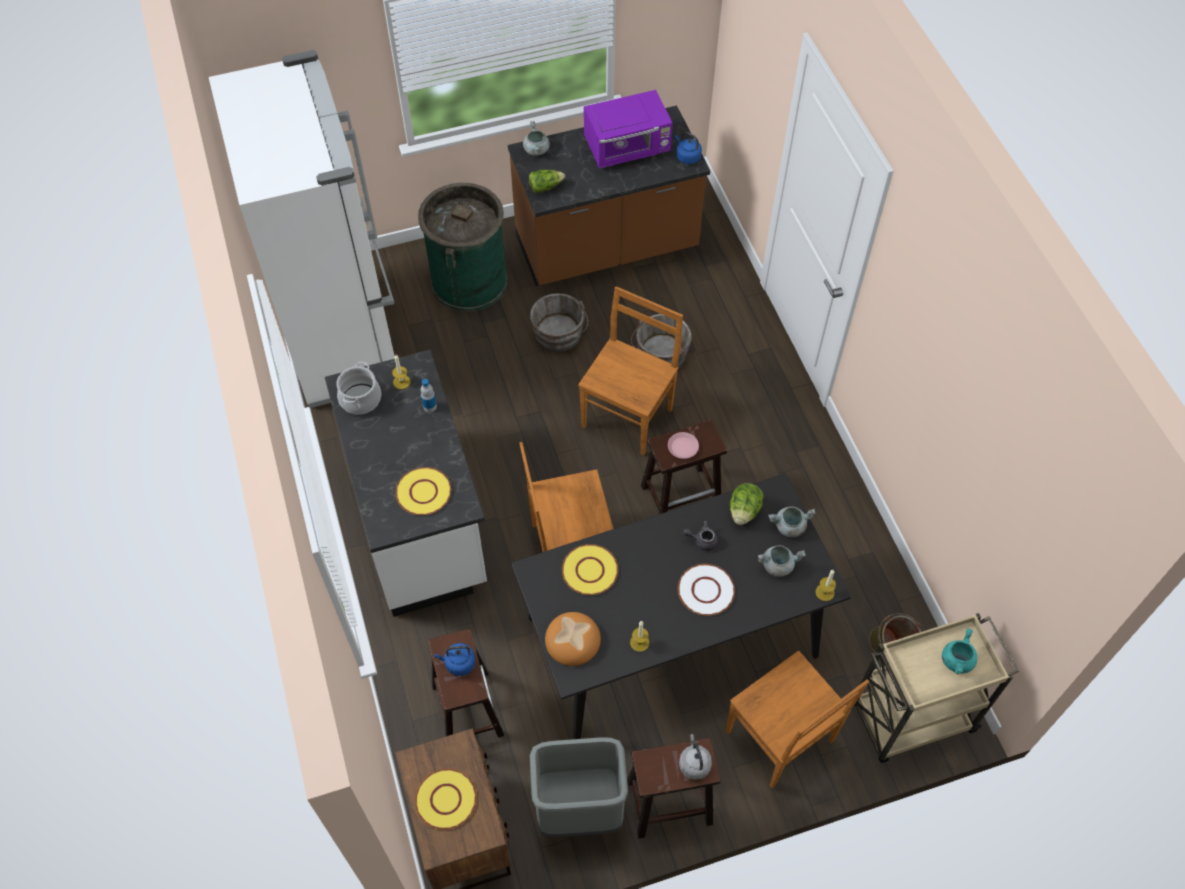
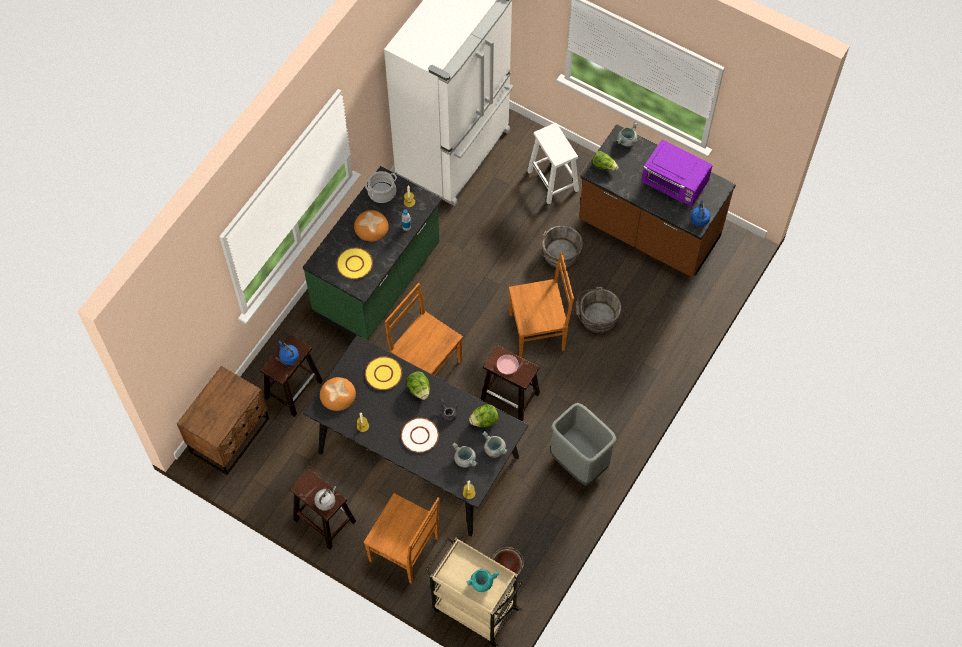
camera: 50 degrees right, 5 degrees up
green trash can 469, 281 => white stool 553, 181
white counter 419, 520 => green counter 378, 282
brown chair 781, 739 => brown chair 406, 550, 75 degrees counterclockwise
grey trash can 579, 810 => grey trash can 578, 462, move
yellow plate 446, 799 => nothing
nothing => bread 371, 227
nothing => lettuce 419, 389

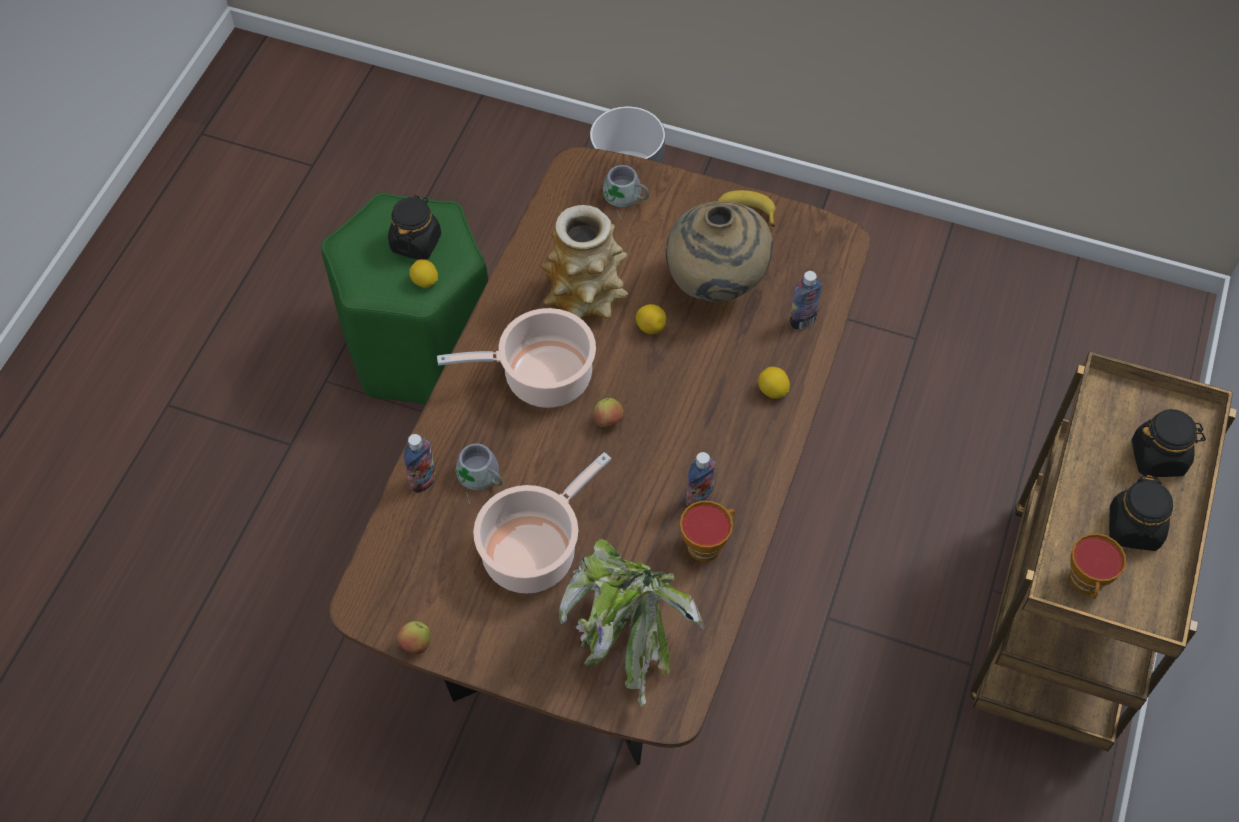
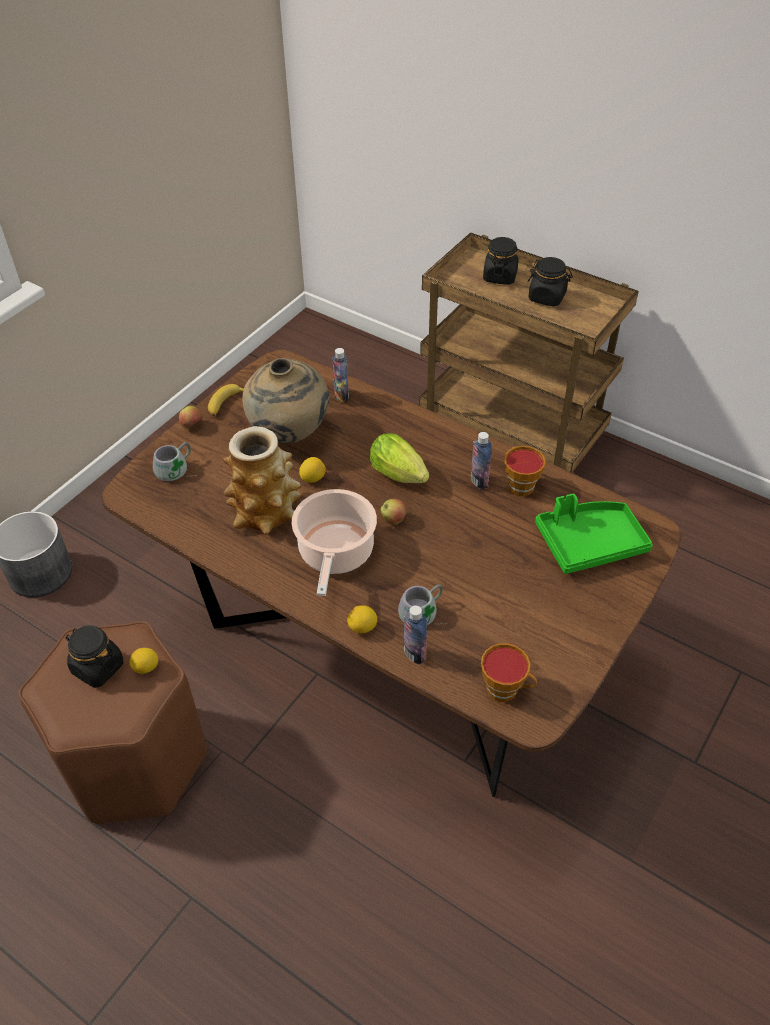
camera: 75 degrees left, 10 degrees down
green stool 421, 347 => brown stool 134, 761
lemon 772, 391 => lemon 362, 627, move
cooking pot 534, 551 => nothing
cup 1087, 583 => cup 506, 689, move
potted plant 629, 636 => green tray 589, 543
apple 416, 644 => apple 192, 426, move
nothing => lettuce 401, 476

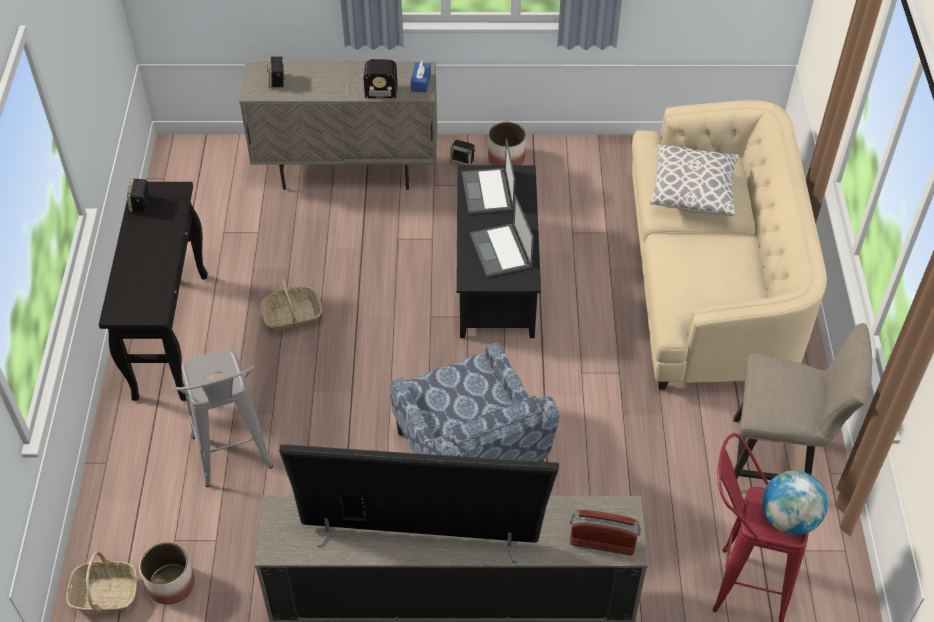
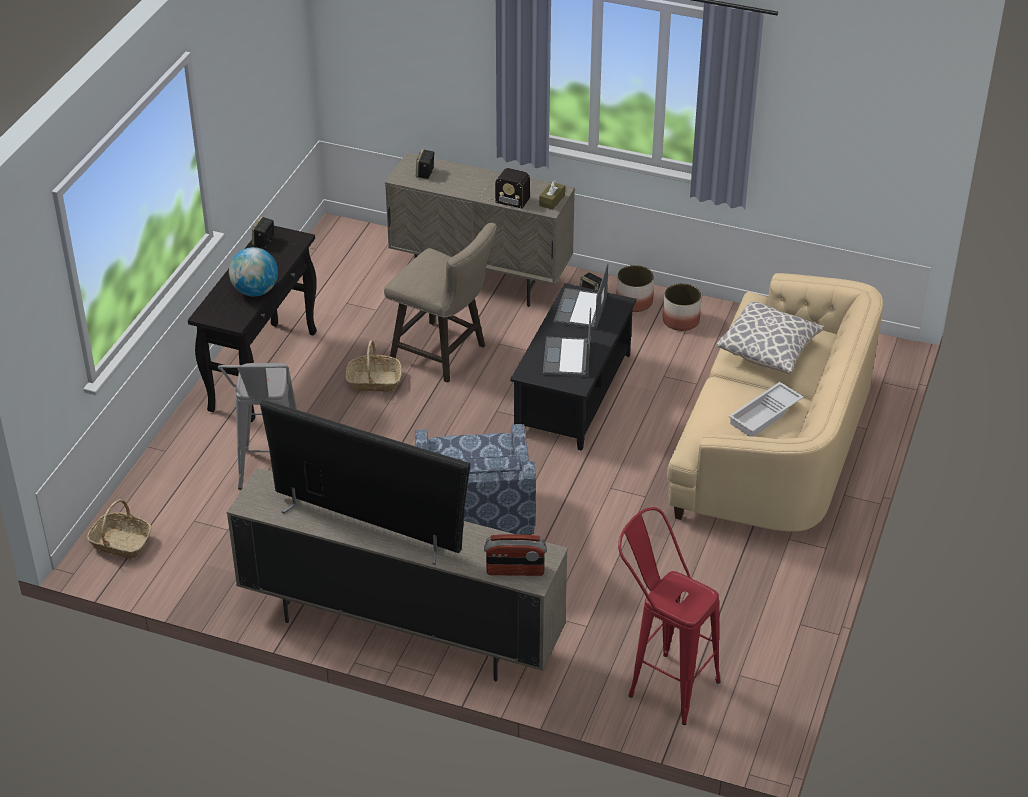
camera: 20 degrees right, 10 degrees down
blue tissue box 421, 82 => brown tissue box 552, 200
beige stool 777, 462 => beige stool 444, 355, move
globe 789, 519 => globe 255, 291, move
radio 602, 542 => radio 515, 570, 150 degrees clockwise
planter 171, 583 => planter 681, 320, move
nothing => white tray 765, 415

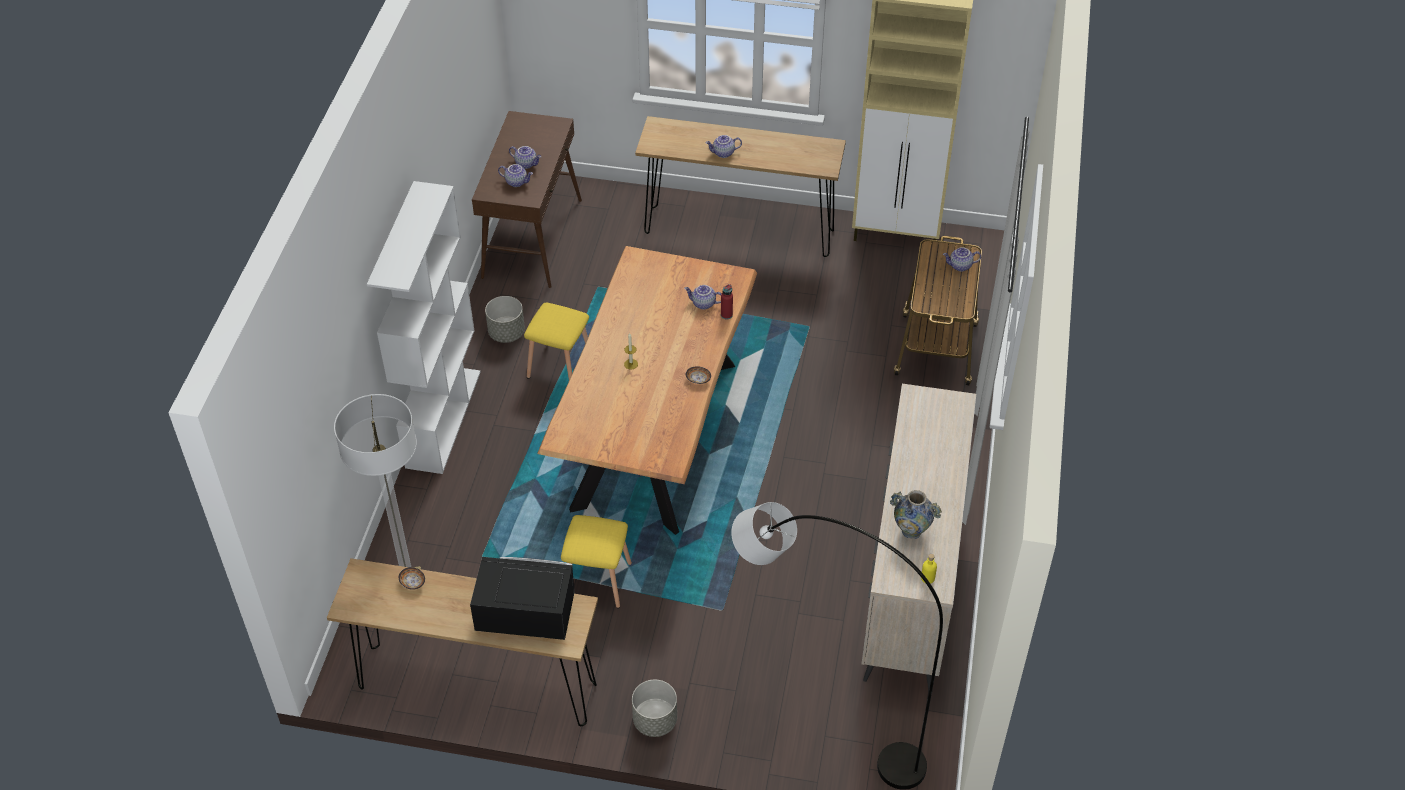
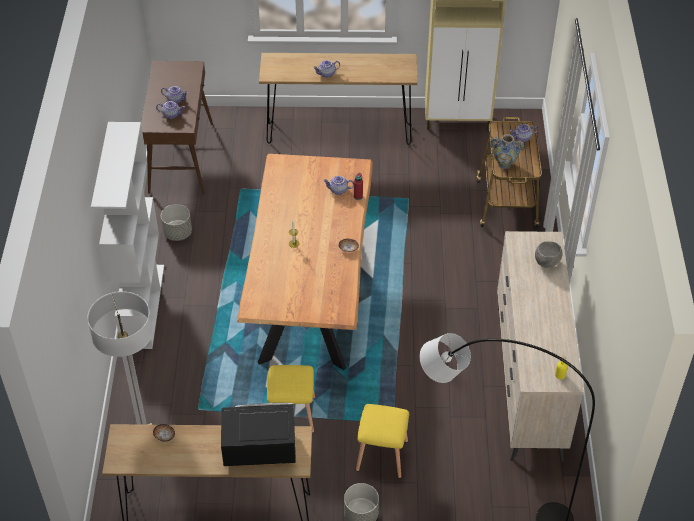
camera: 10 degrees left, 0 degrees up
yellow stool 560, 366 => yellow stool 381, 454, move
vase 911, 531 => vase 504, 164, move
nothing => grey bowl 546, 262

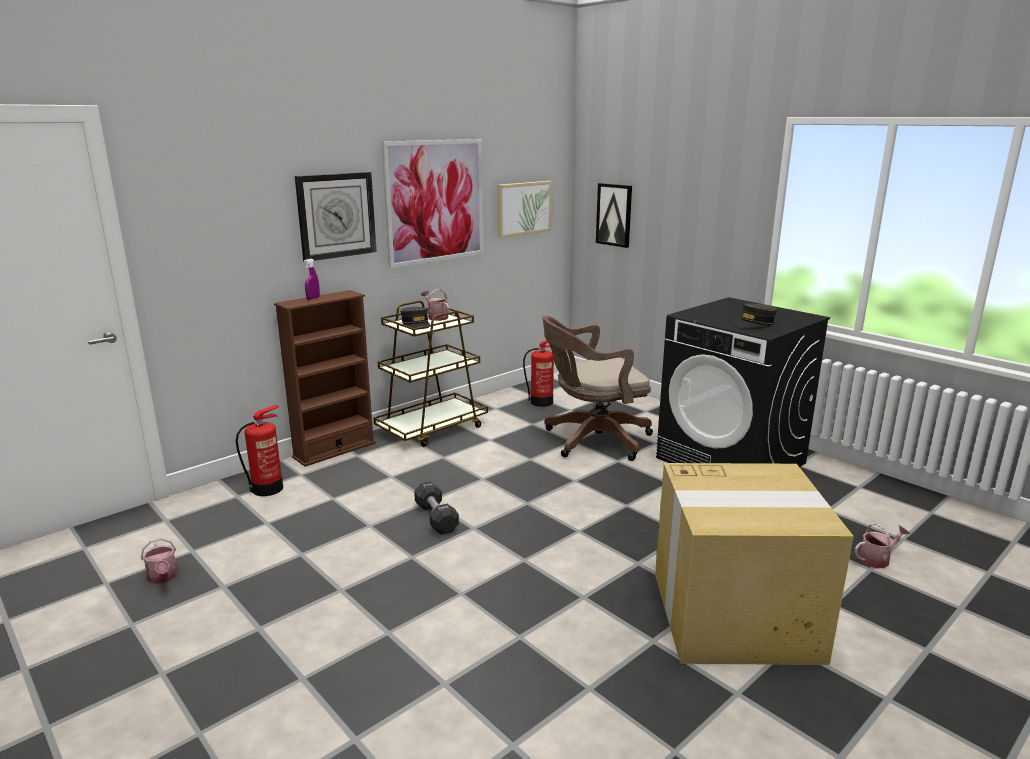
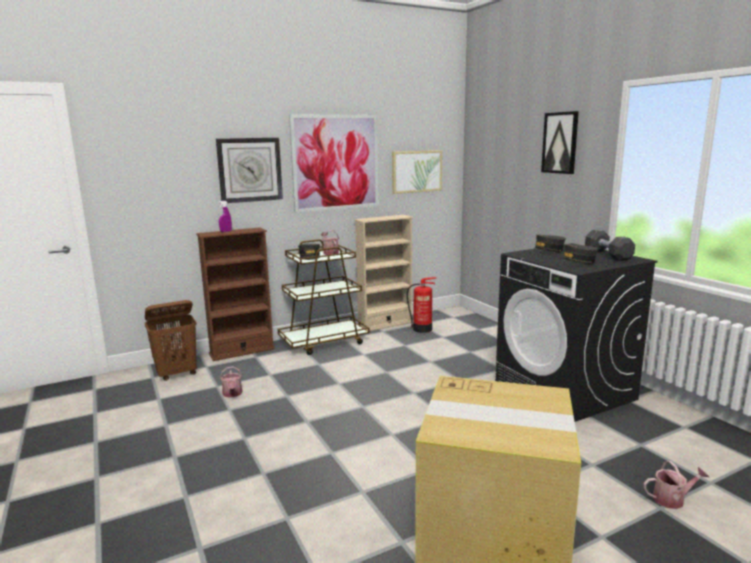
camera: 15 degrees right, 5 degrees down
picture 614, 215 => picture 560, 143, move
brown office chair 592, 440 => nothing
fire extinguisher 268, 488 => brown laundry basket 177, 374
black dumbbell 436, 518 => black dumbbell 607, 255, move
watering can 163, 578 => watering can 232, 394, move
nothing => beige bookcase 385, 324
nothing => grey cap 547, 251

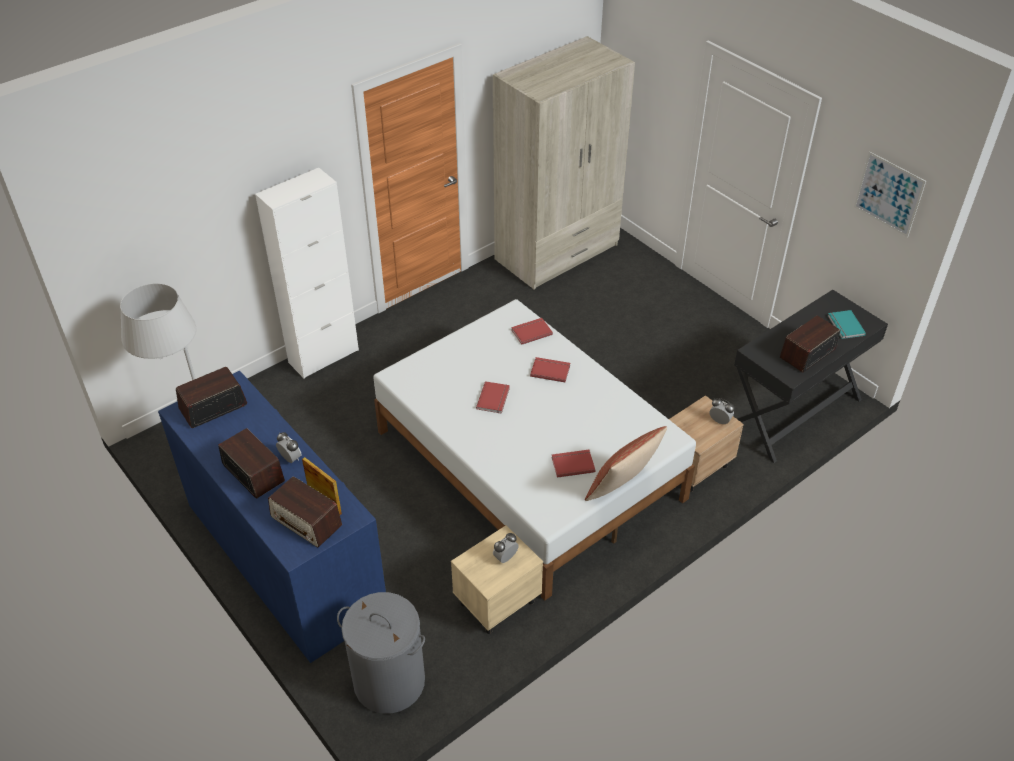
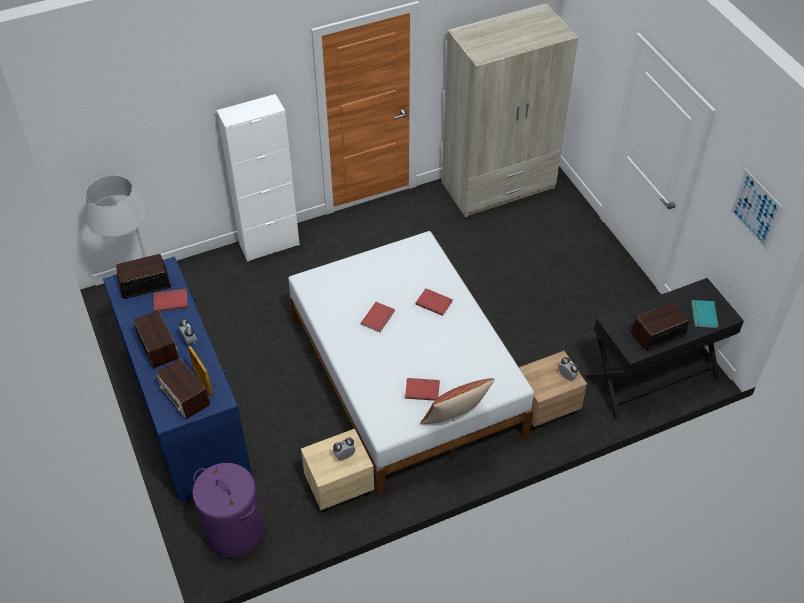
camera: 15 degrees right, 5 degrees up
red book 531, 331 => red book 170, 300, move
grey laundry basket 389, 682 => purple laundry basket 234, 532

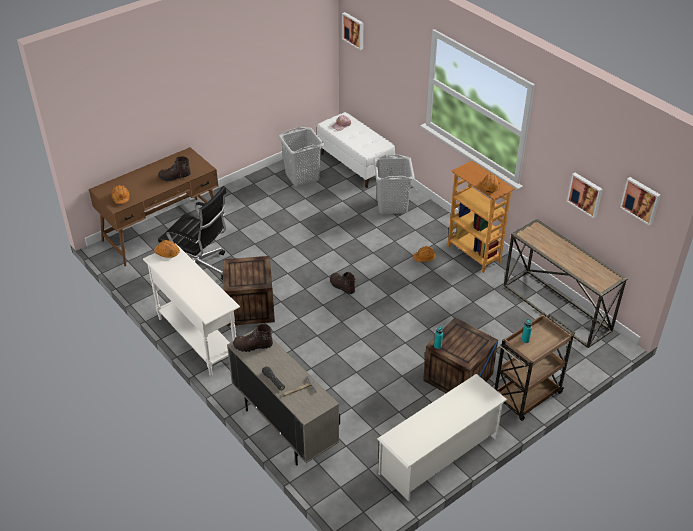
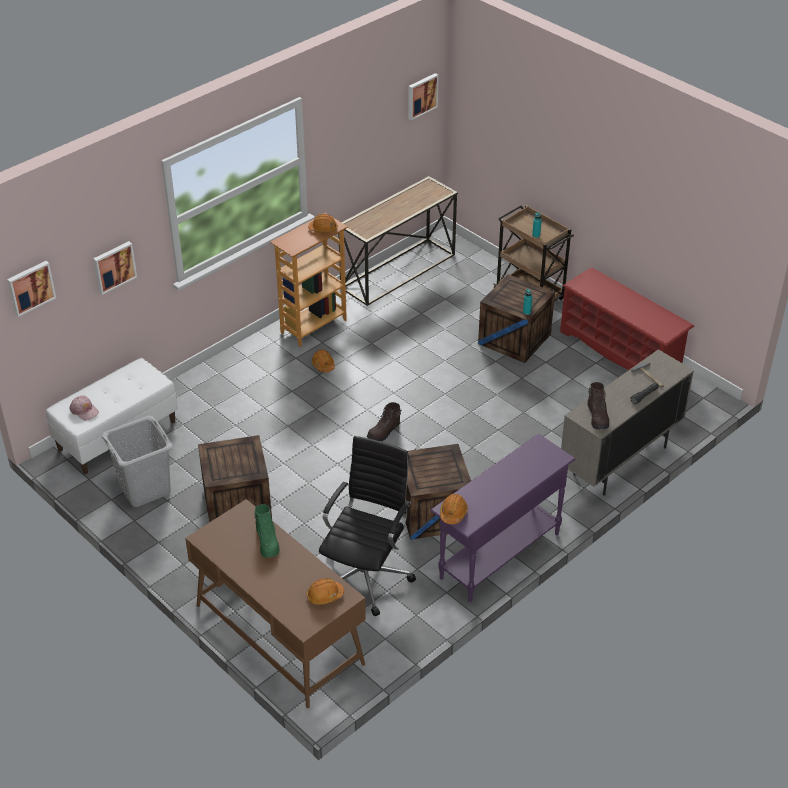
camera: 95 degrees left, 0 degrees up
grey laundry basket 392, 205 => nothing
brown boot 175, 177 => green boot 267, 542
picture 585, 194 => picture 114, 266, move
white console table 197, 338 => purple console table 499, 556
white shoe rack 439, 455 => red shoe rack 620, 351
nothing => crate 237, 504

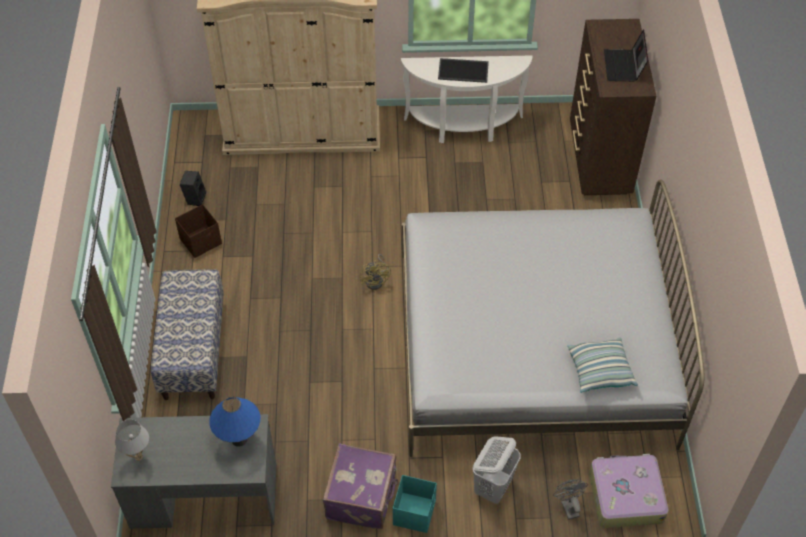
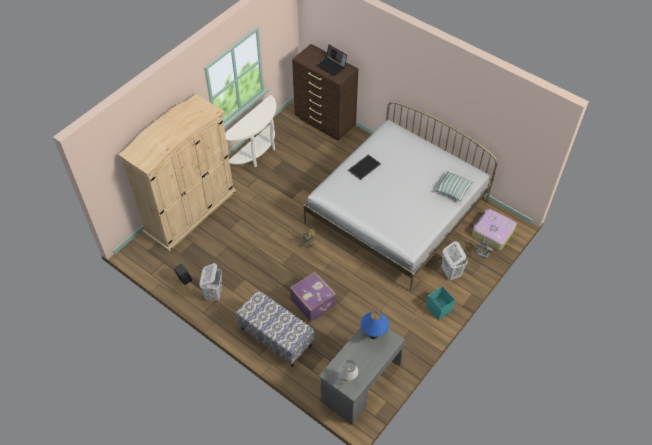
camera: 50 degrees left, 0 degrees up
tray 464, 70 => tray 364, 166, move
brown storage box 201, 241 => white laundry basket 214, 294
purple suitcase 362, 497 => purple suitcase 313, 302, move

